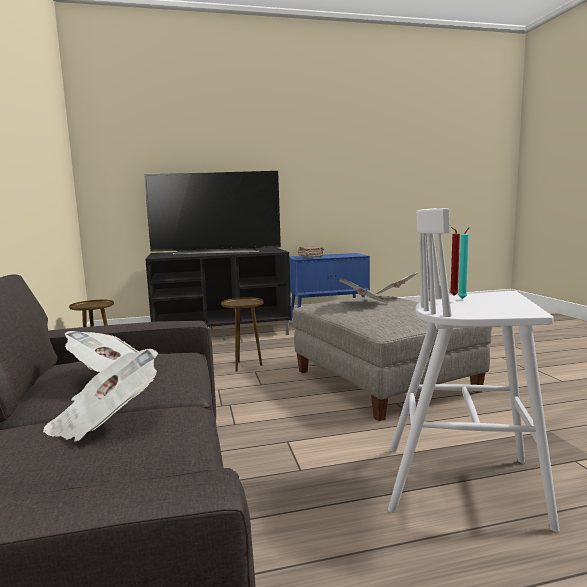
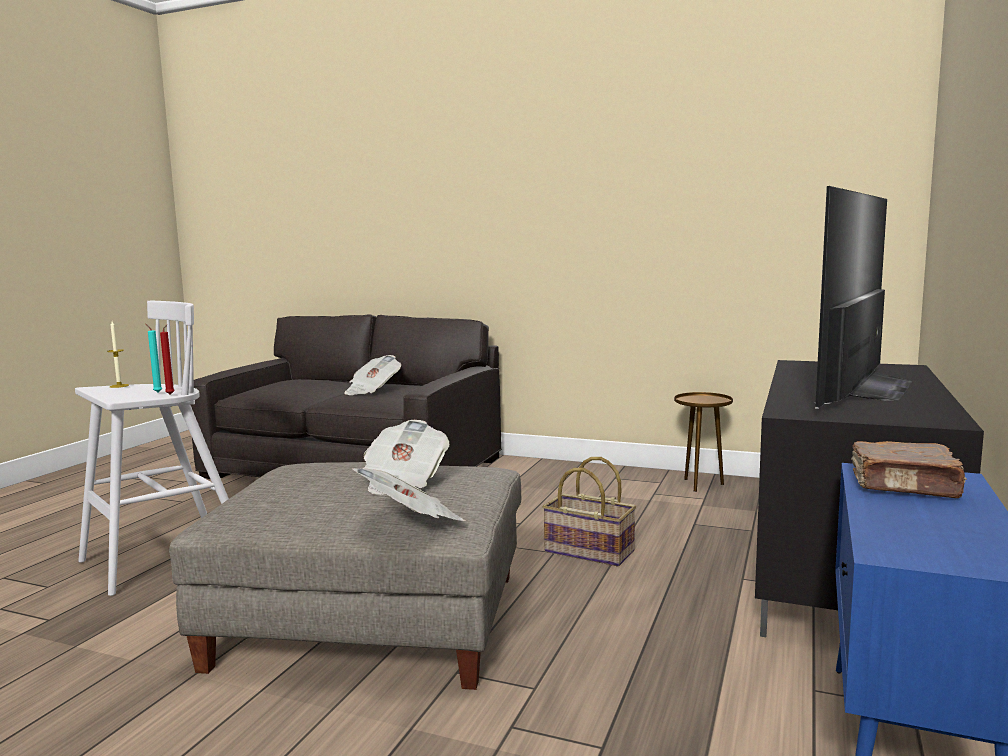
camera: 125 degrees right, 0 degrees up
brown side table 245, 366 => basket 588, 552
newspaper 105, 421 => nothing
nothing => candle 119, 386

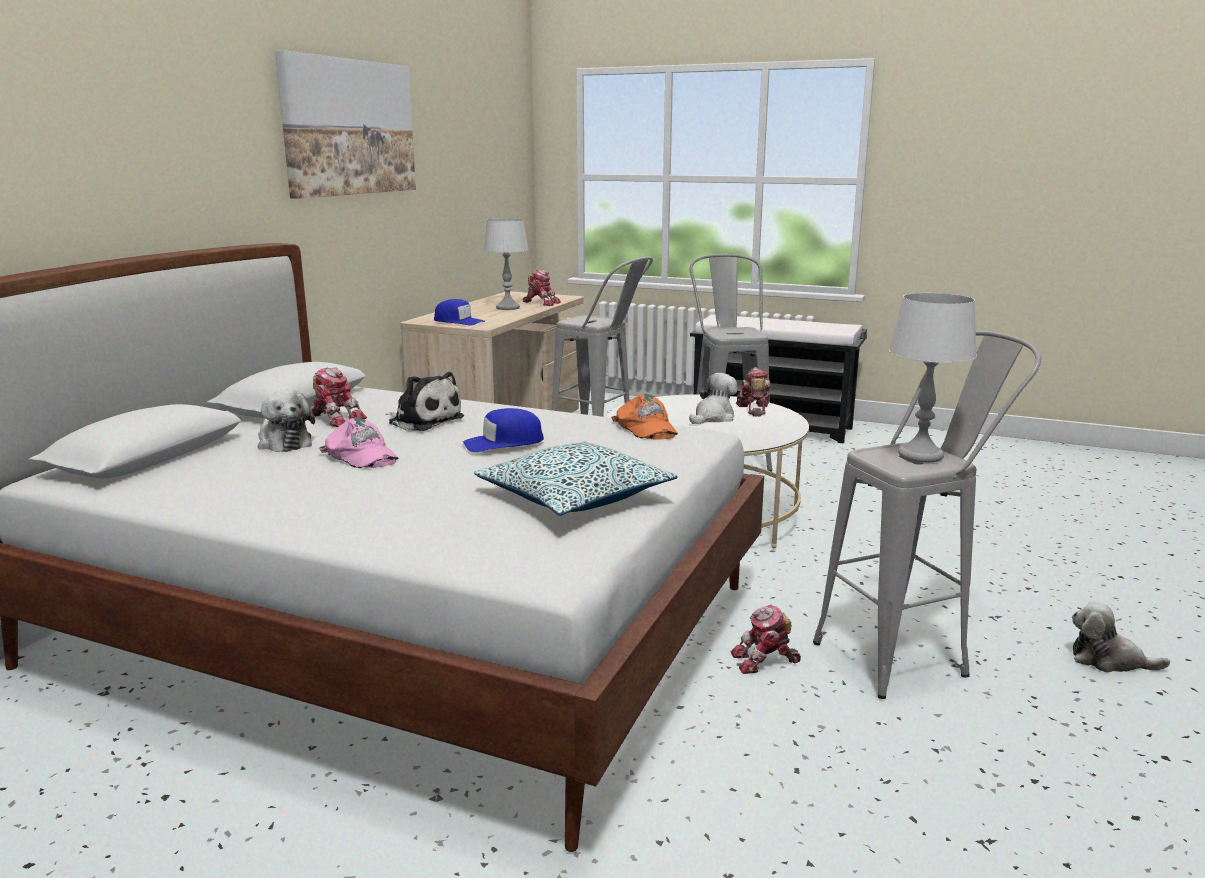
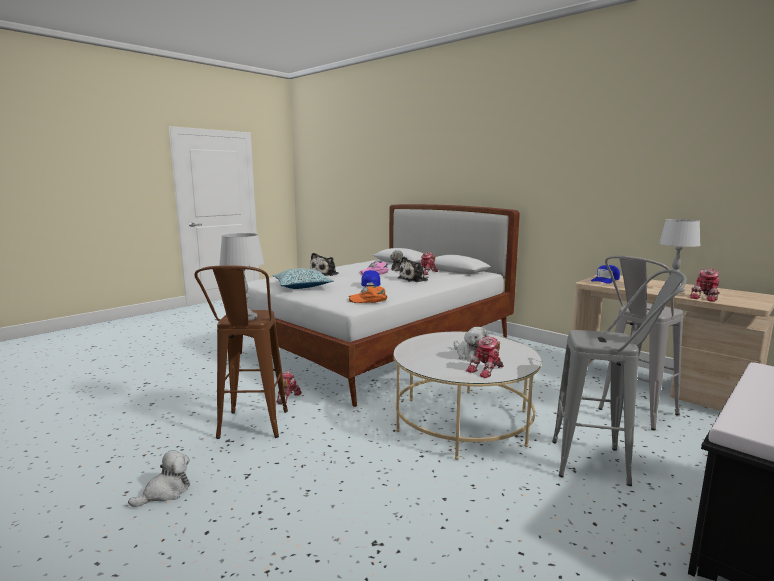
camera: 110 degrees right, 5 degrees down
picture 349, 127 => nothing
grey stool 907, 655 => brown stool 250, 430
toy robot 753, 409 => toy robot 487, 370, 120 degrees clockwise
nothing => plush toy 325, 274

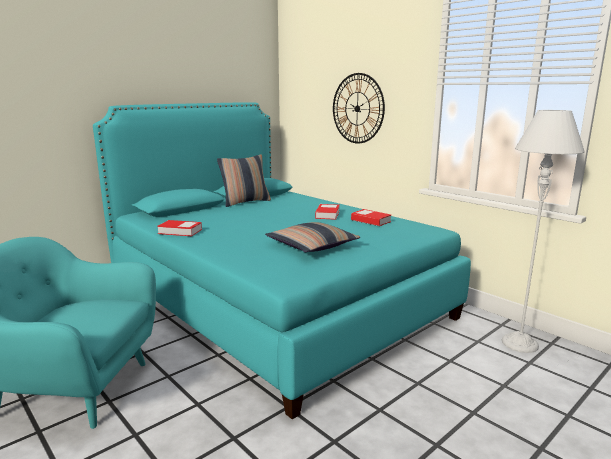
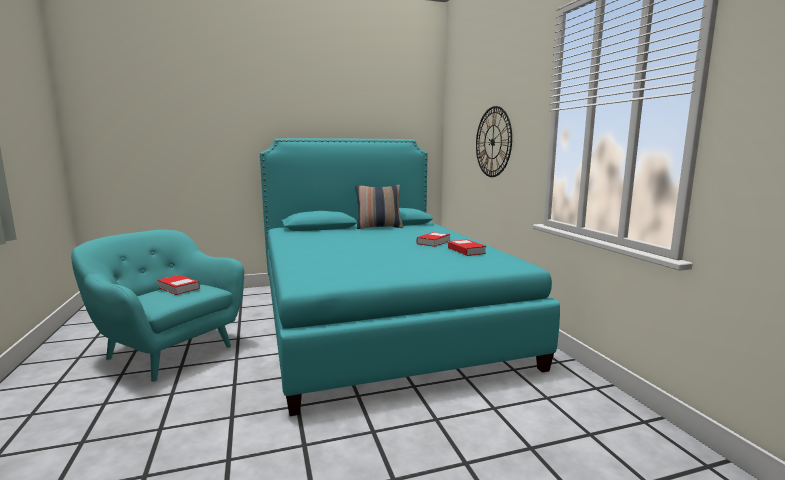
camera: 25 degrees right, 5 degrees down
grey floor lamp 520, 343 => nothing
book 180, 231 => book 178, 288, move
pillow 312, 246 => nothing

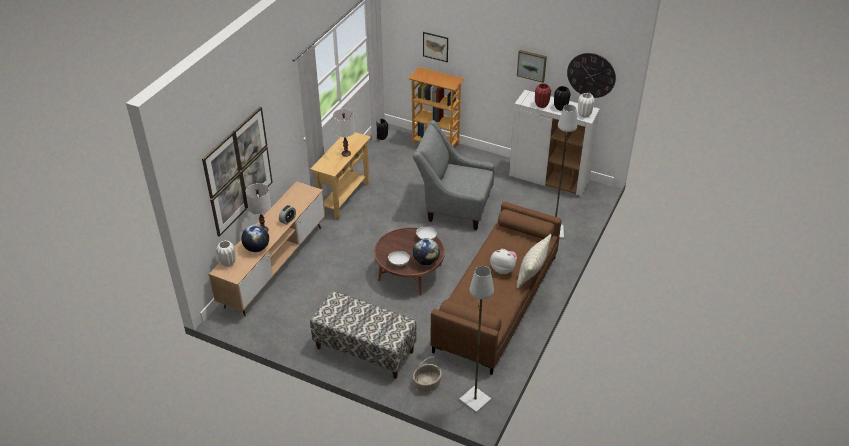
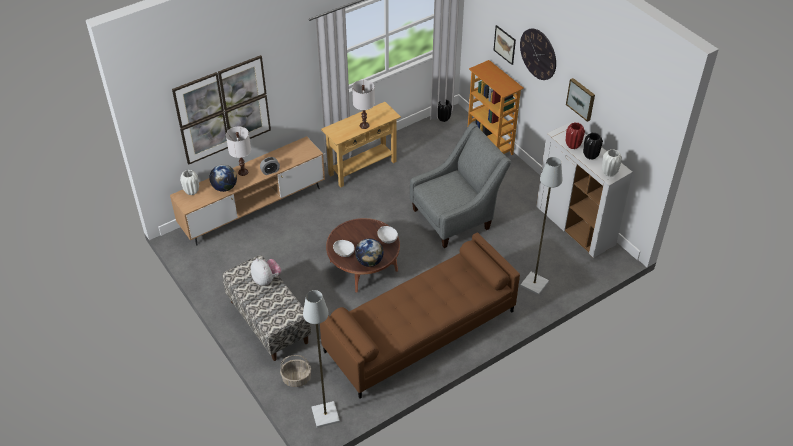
camera: 30 degrees right, 5 degrees up
wall clock 591, 75 => wall clock 538, 54, move
grey armchair 453, 207 => grey armchair 456, 217, 105 degrees clockwise
pillow 532, 271 => nothing
plush toy 503, 269 => plush toy 266, 279, move

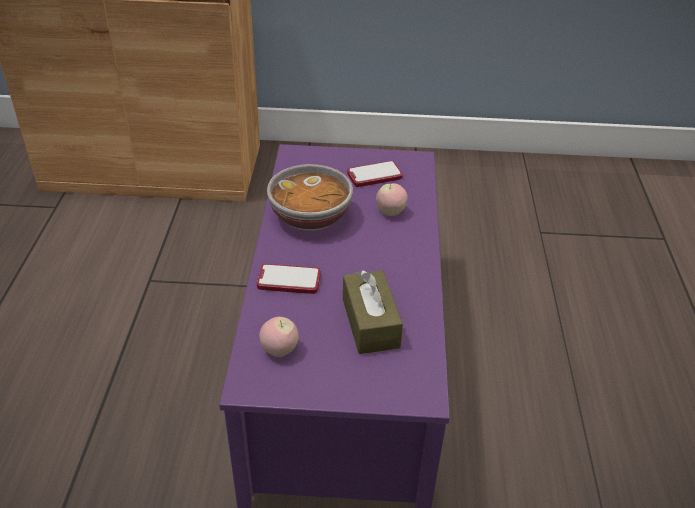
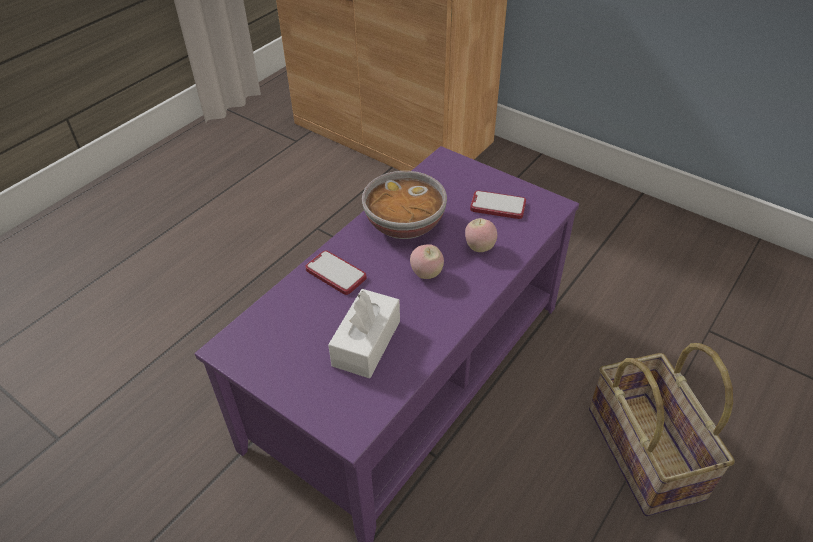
camera: 35 degrees right, 5 degrees up
brown tissue box 370, 323 => white tissue box 366, 343
apple 279, 351 => apple 426, 274, move
nothing => basket 647, 452

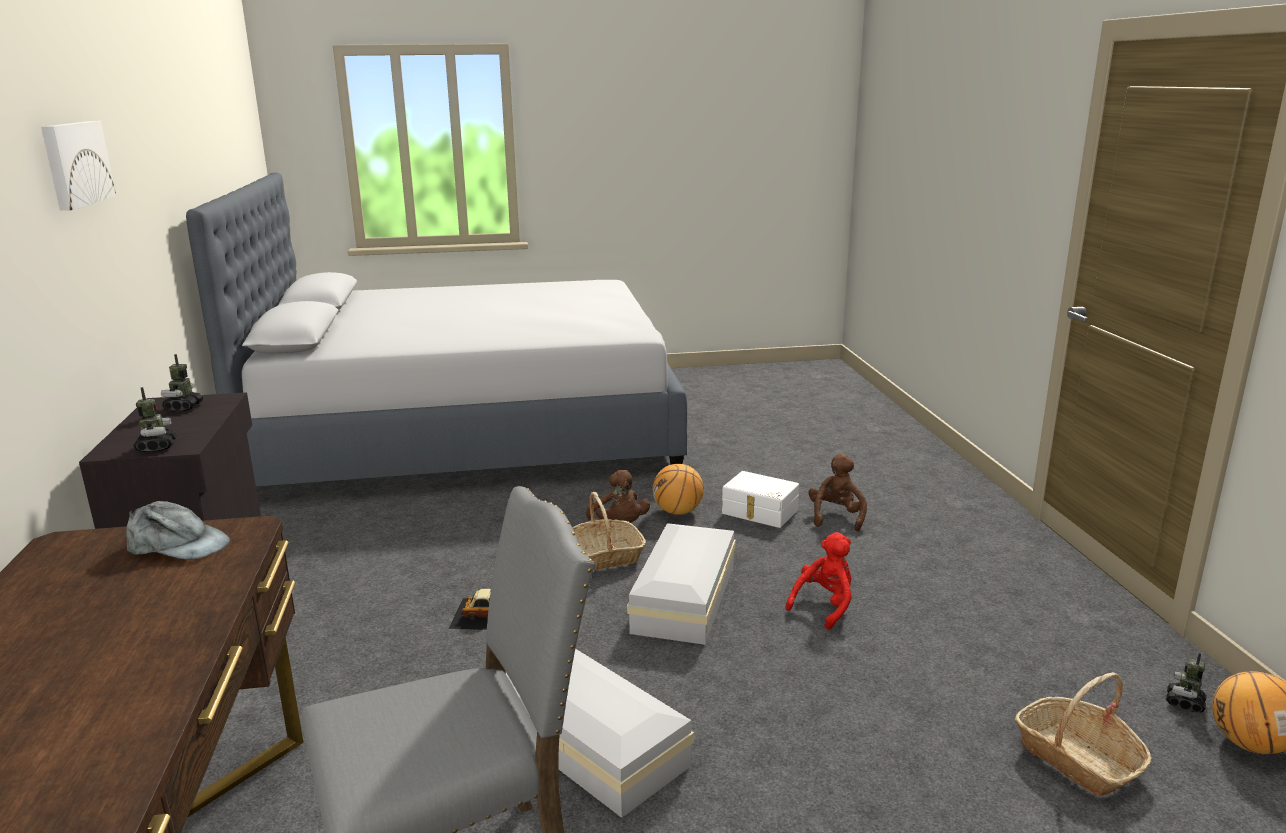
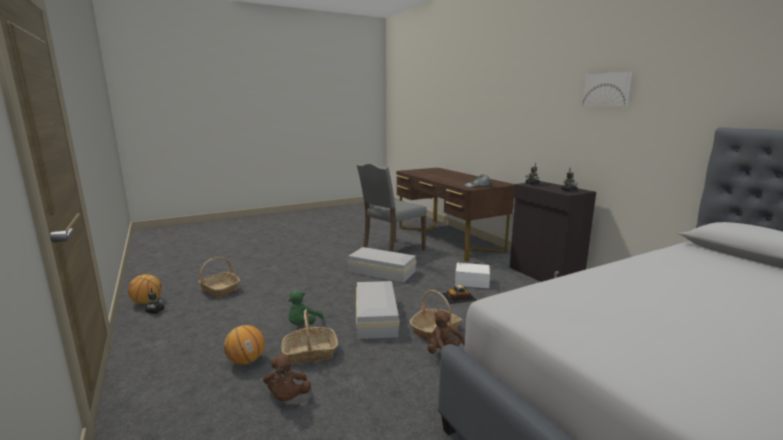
camera: 160 degrees right, 5 degrees down
basketball 678, 512 => basketball 246, 361, move
white storage box 759, 512 => white storage box 471, 281, move
red plush toy 824, 606 => green plush toy 303, 325
nothing => basket 310, 353

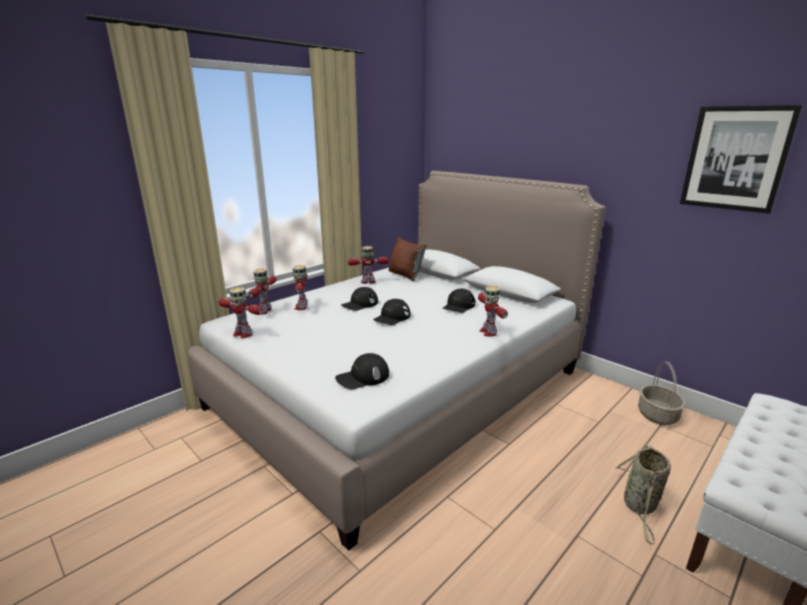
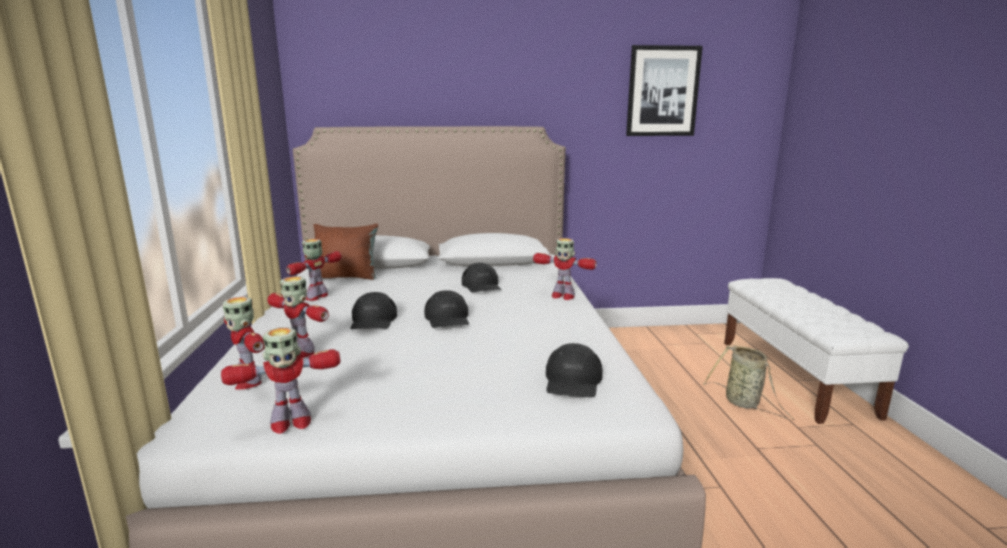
camera: 50 degrees left, 5 degrees down
basket 657, 415 => nothing

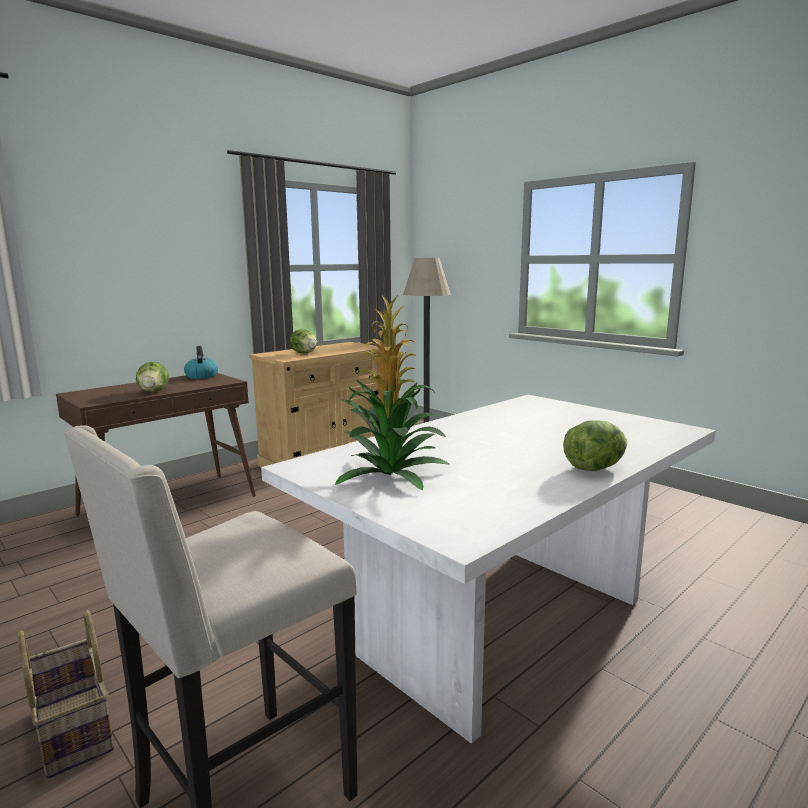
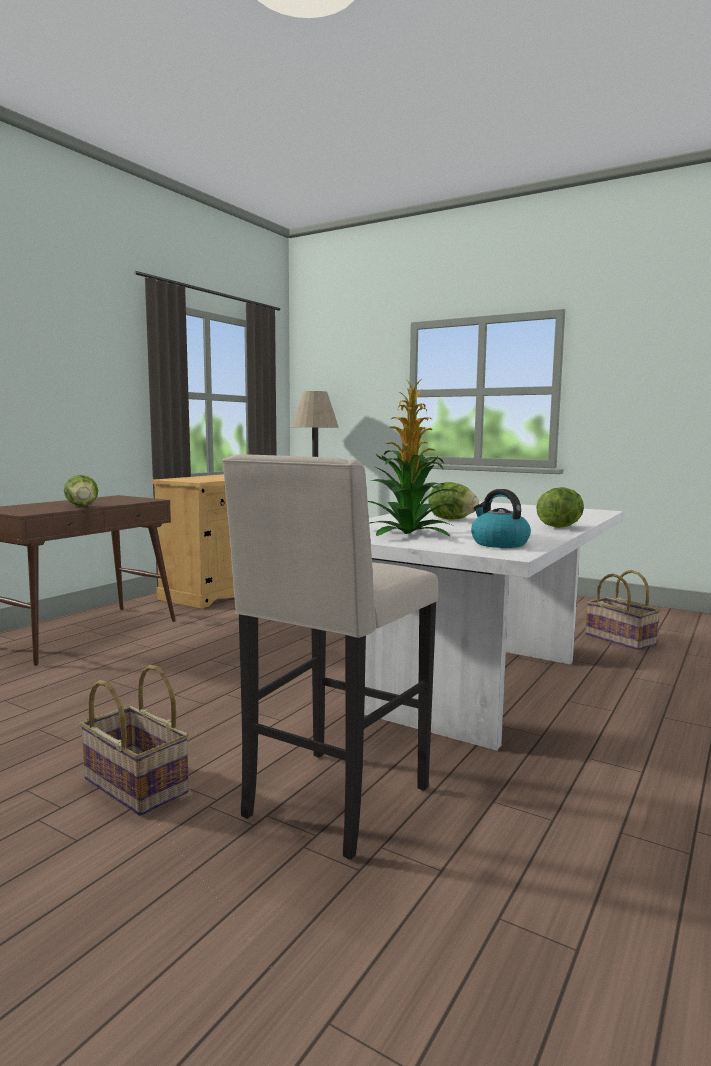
camera: 15 degrees left, 5 degrees down
lettuce 304, 353 => lettuce 452, 519, move
kettle 201, 376 => kettle 498, 543, move
nothing => basket 620, 639

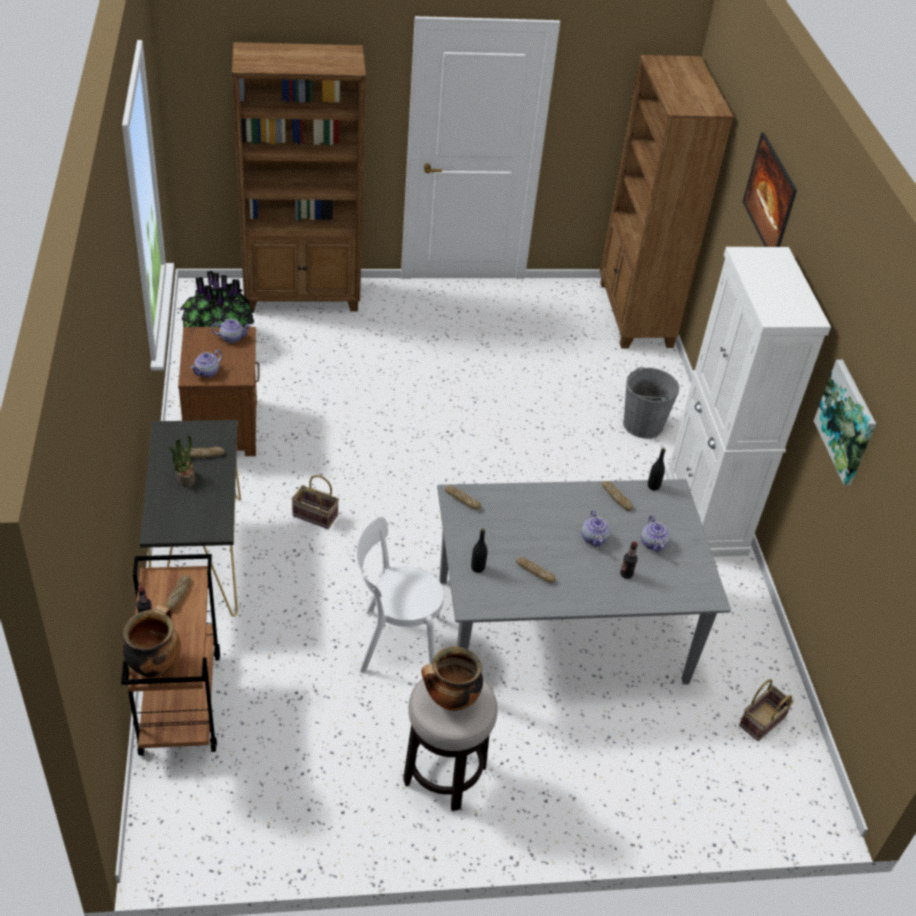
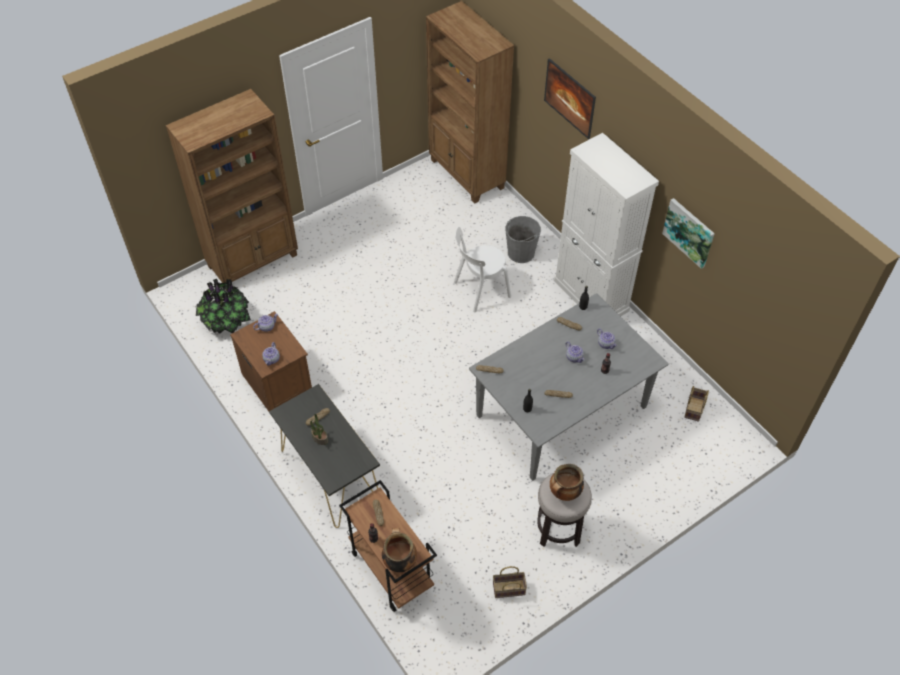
camera: 25 degrees left, 10 degrees up
basket 314, 516 => basket 508, 589, move
white chair 395, 642 => white chair 479, 290, move

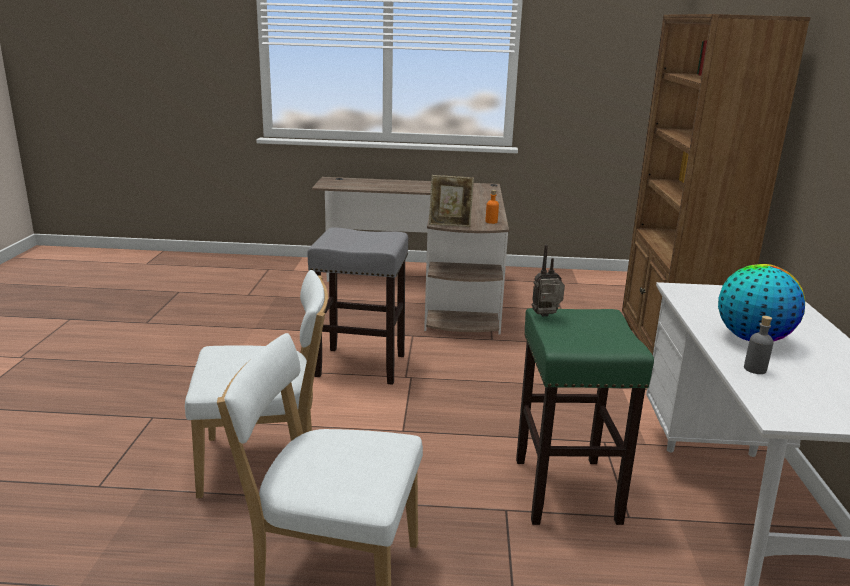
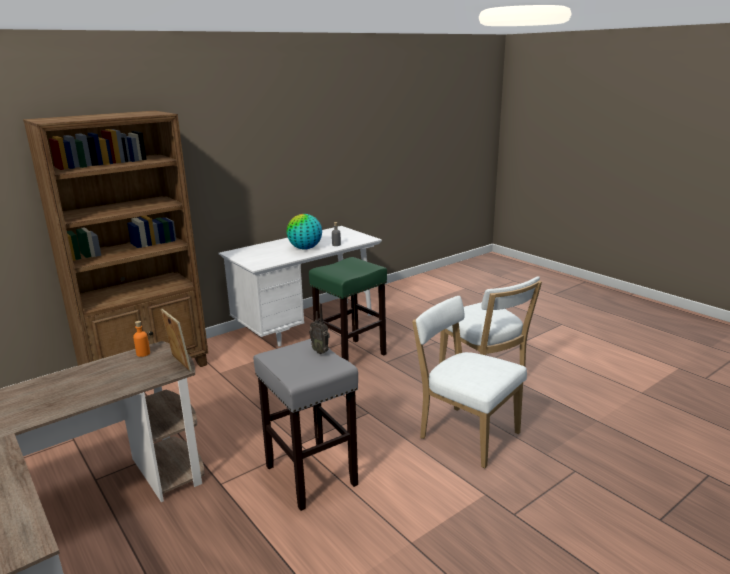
camera: 130 degrees left, 0 degrees up
radio 547, 316 => radio 321, 351, move

